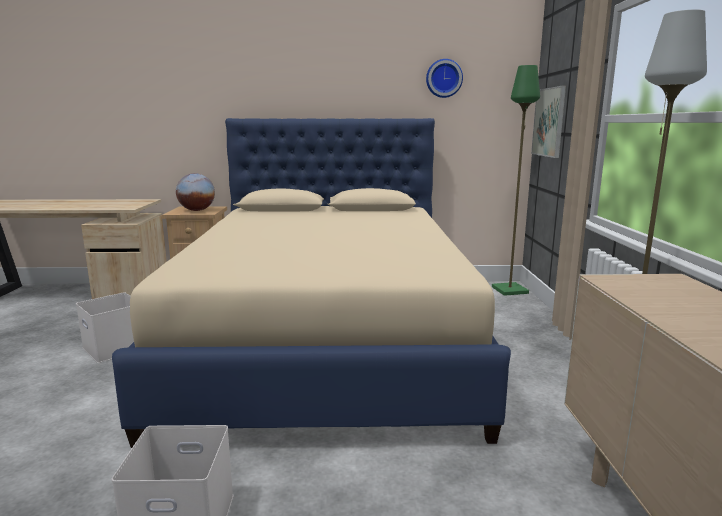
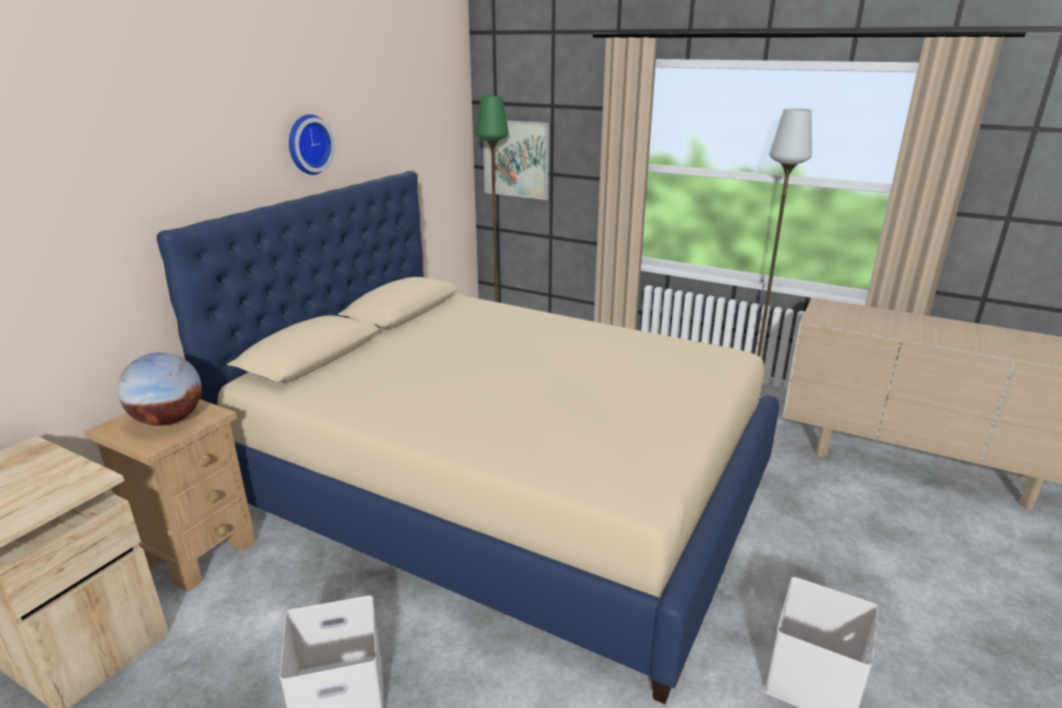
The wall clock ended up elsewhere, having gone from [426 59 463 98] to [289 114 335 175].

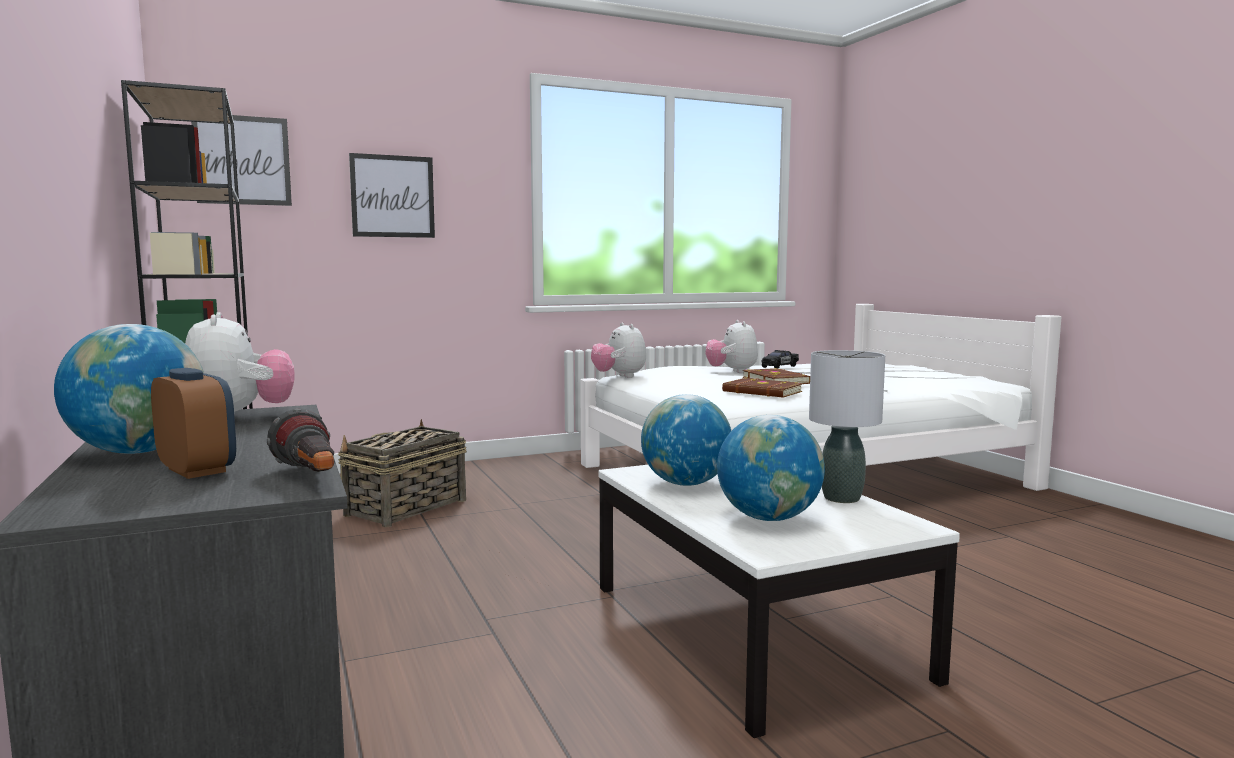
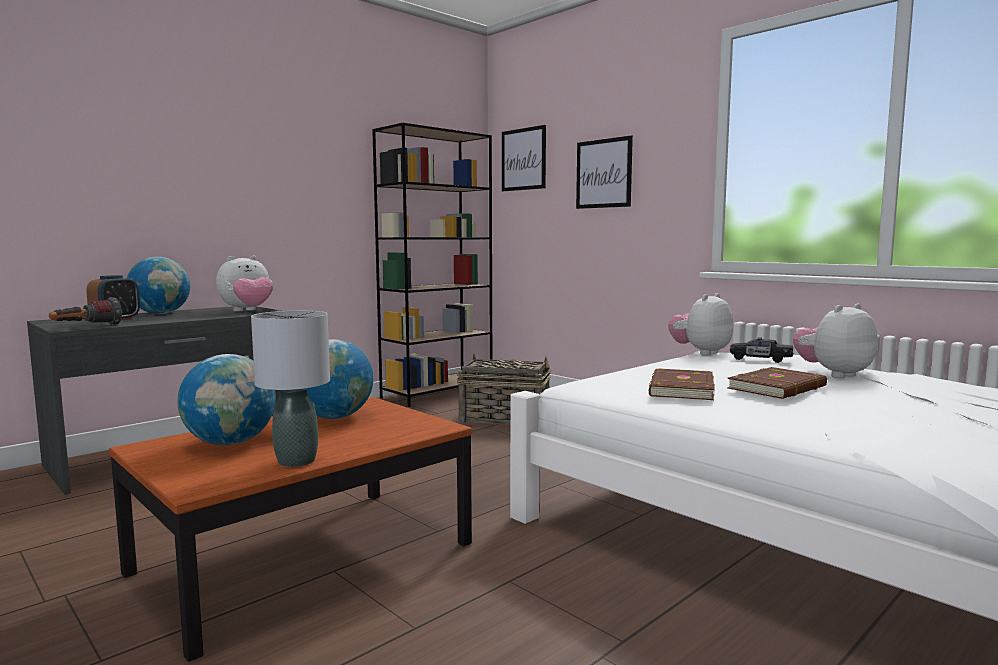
What was the lounge table in white at [598 465 960 738] turned into the lounge table in brown at [109 397 472 662].
The miniature car in black-coloured ended up elsewhere, having gone from [762 350 799 369] to [730 337 793 363].

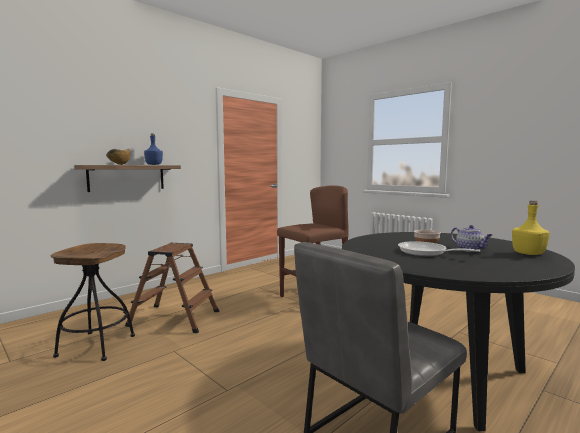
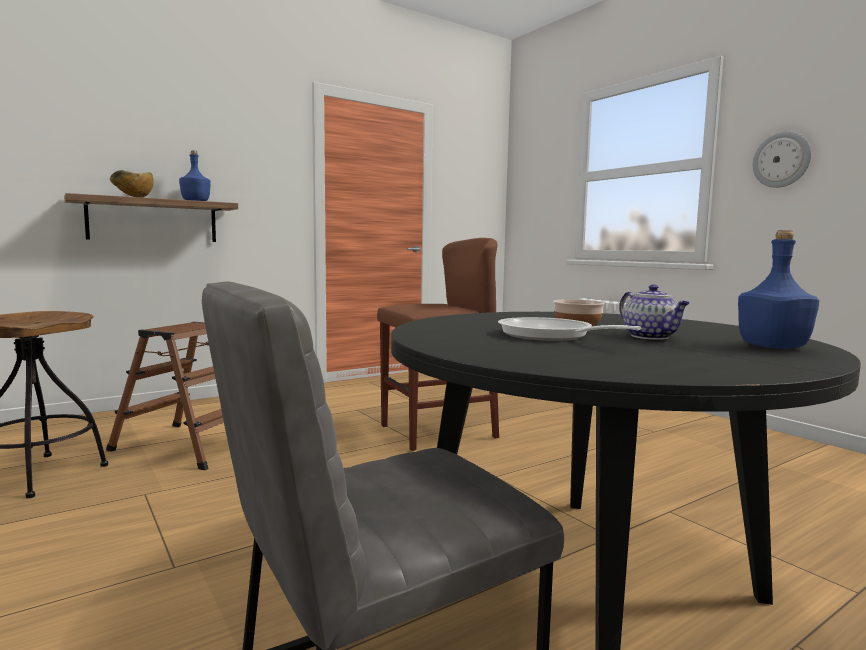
What was the bottle in yellowish at [512 201 550 255] turned into the bottle in bluish at [738 230 819 349].
The second view gained the wall clock at [753 131 811 188].

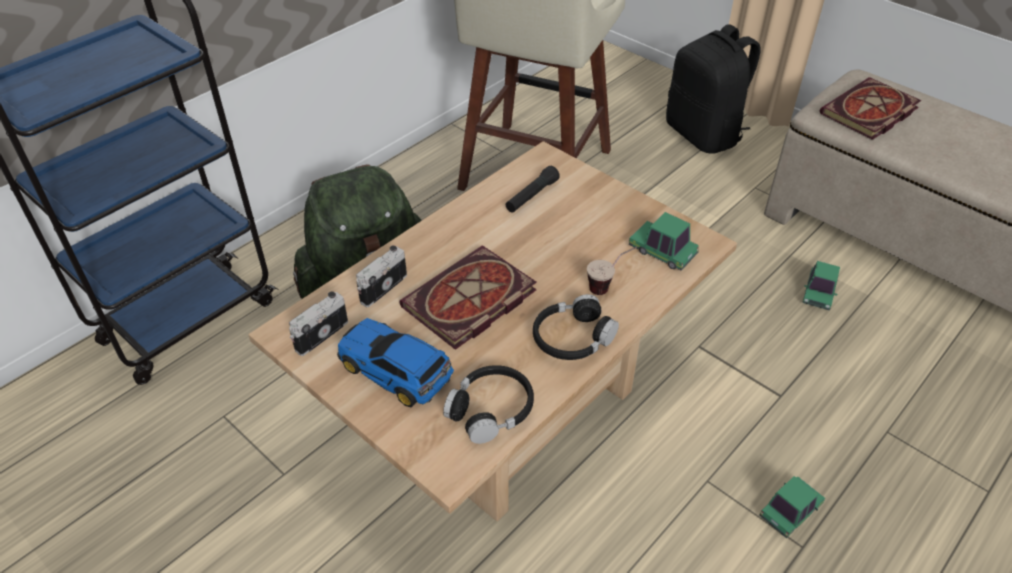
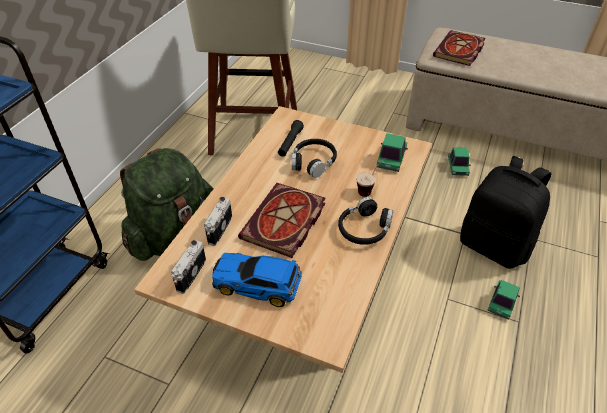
The headset in black-coloured ended up elsewhere, having gone from [443 365 534 444] to [292 139 337 178].
The miniature car at [629 212 699 271] ended up facing another way, 90 degrees clockwise from before.
The rucksack in black-coloured ended up elsewhere, having gone from [666 24 760 154] to [460 156 552 269].

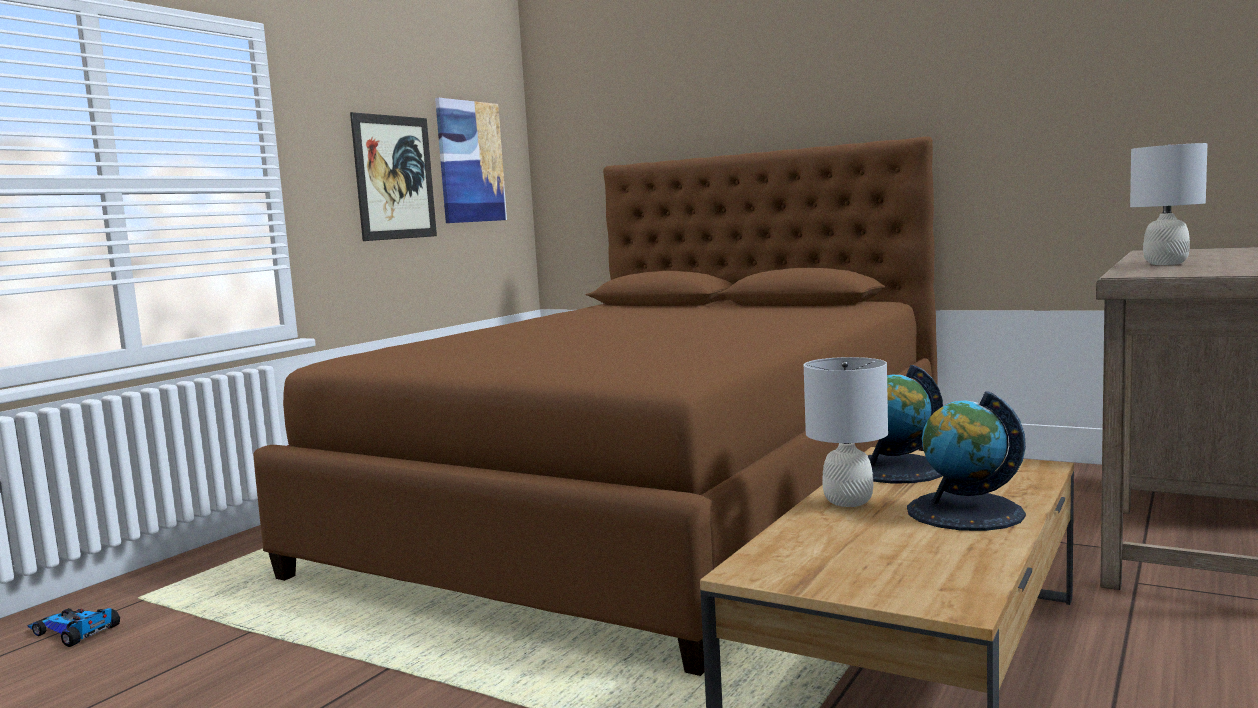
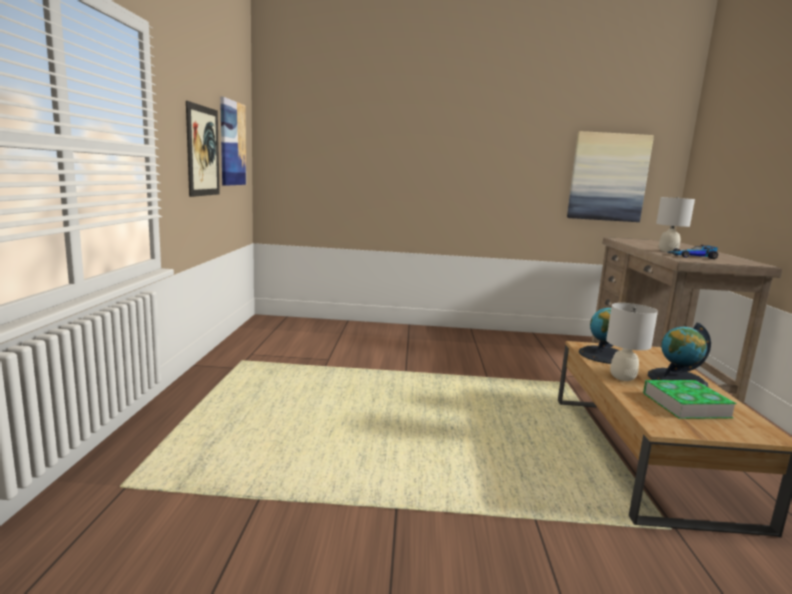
The miniature car ended up elsewhere, having gone from [28 608 120 647] to [667 245 718 259].
The second view lost the sleeping bed in brown at [253 136 937 676].
The second view gained the picture at [567 131 654 222].
The second view gained the book at [643 380 737 419].

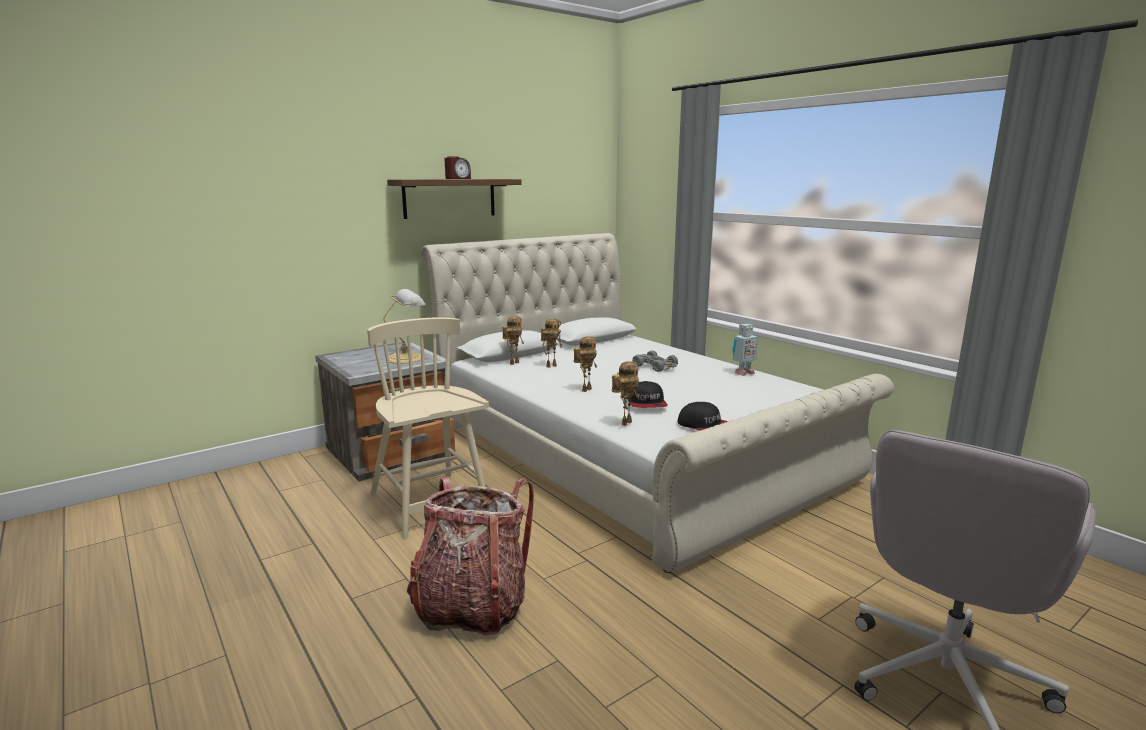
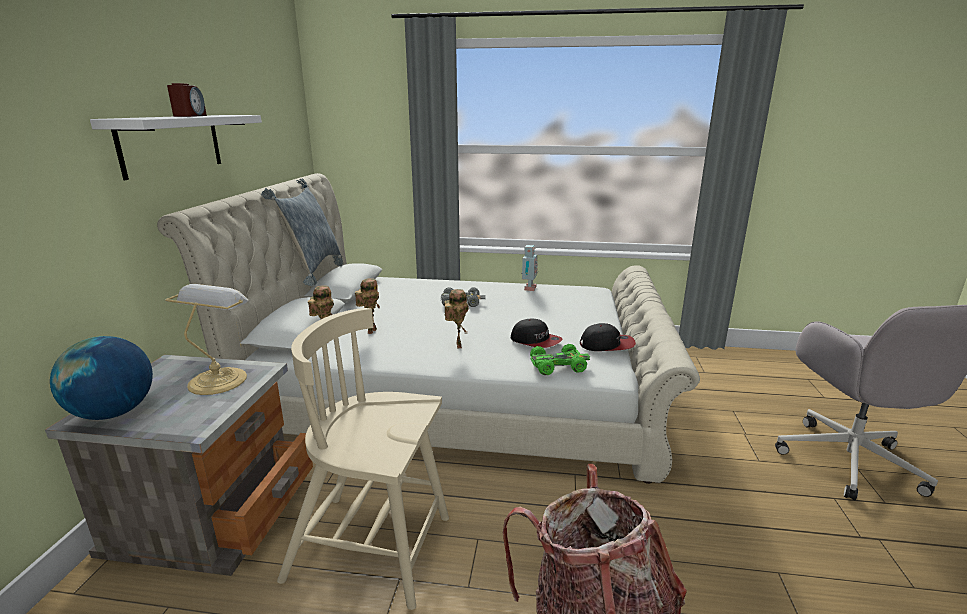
What was the bracket shelf in brown at [387 179 522 219] turned into the bracket shelf in white at [90 115 262 180].
Where the robot figure stood at [612 361 639 426], the miniature car in green-coloured came to stand at [530 344 590 375].
The second view gained the globe at [50 336 153 420].
The second view gained the throw pillow at [261 178 343 286].

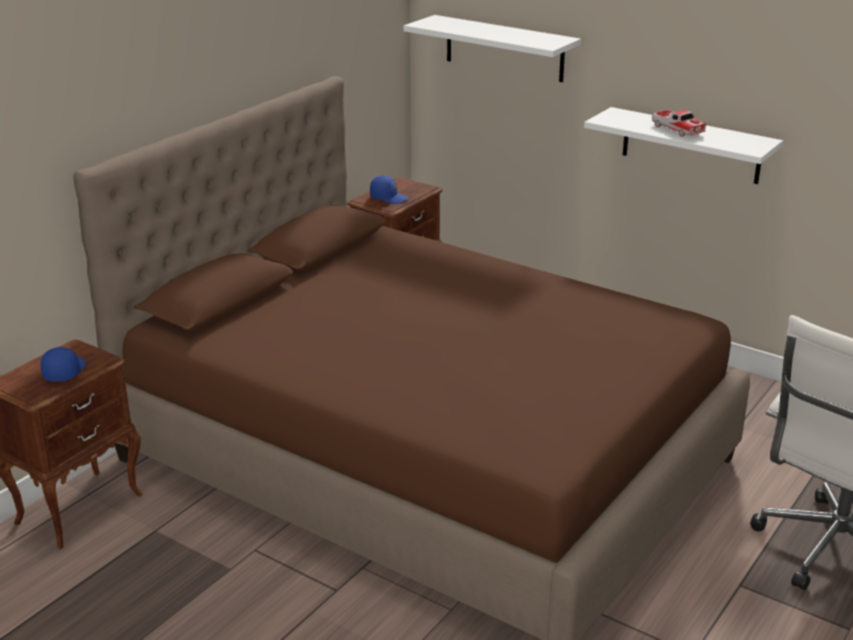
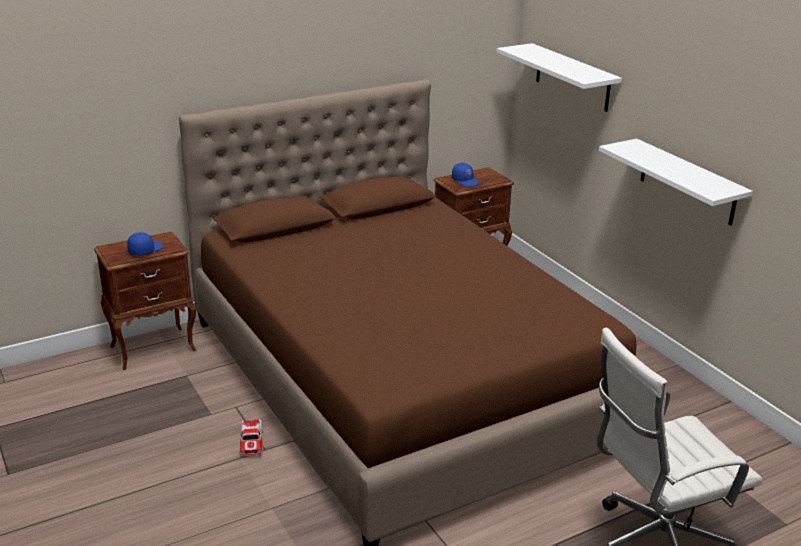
The miniature car ended up elsewhere, having gone from [652 110 706 137] to [239 419 263 456].

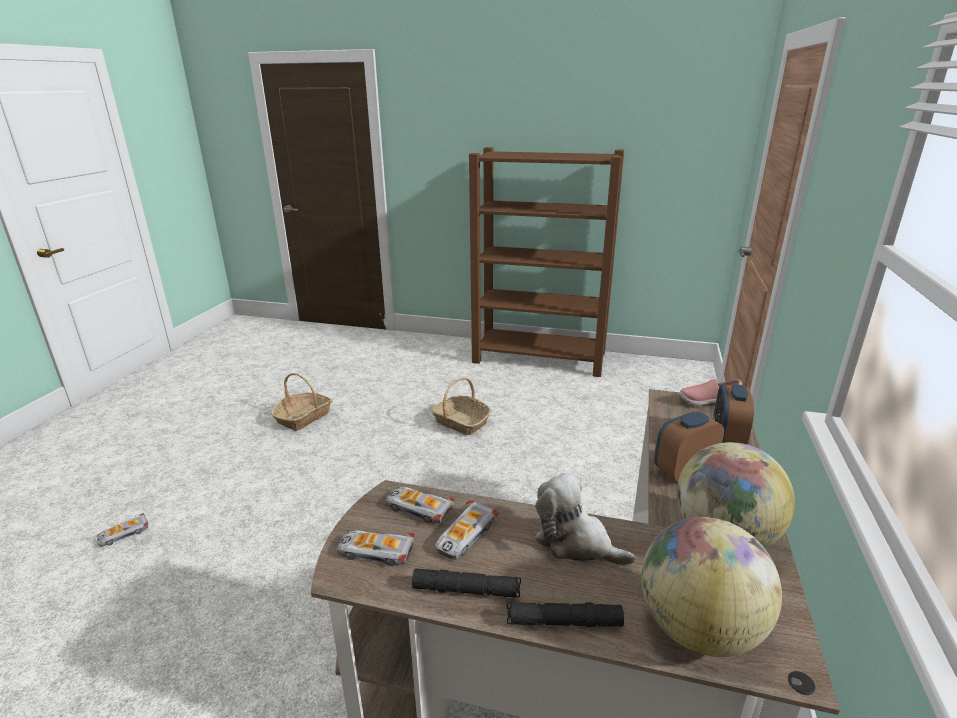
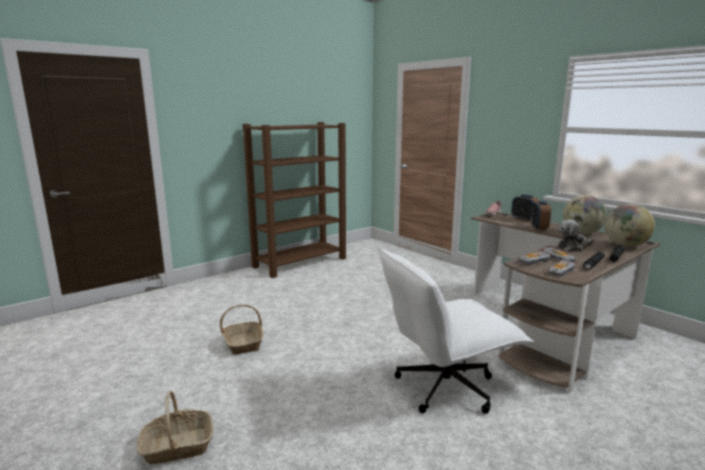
The second view lost the miniature car at [97 513 148 547].
The storage basket ended up elsewhere, having gone from [432 377 491 435] to [137 391 213 465].
The second view gained the desk chair in white at [378 248 534 414].

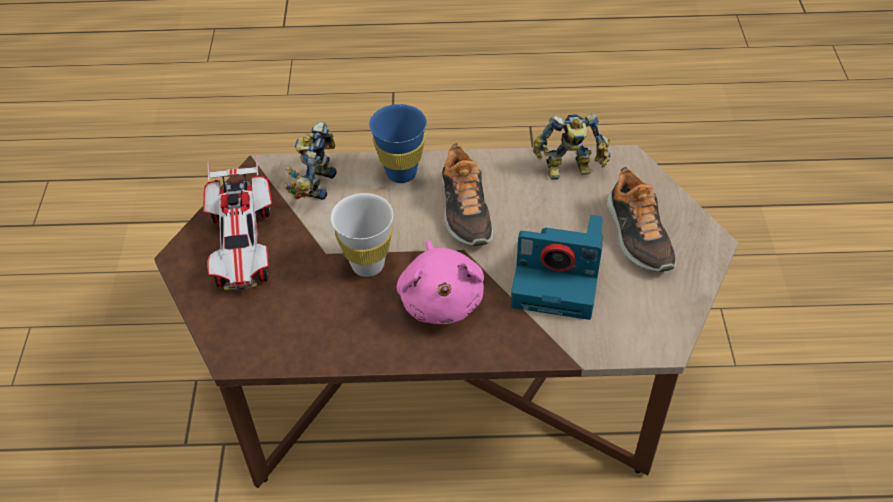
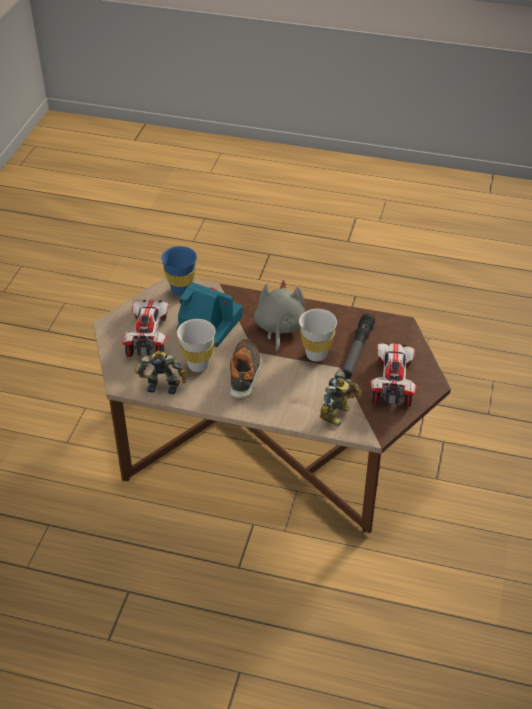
The cup in bluish ended up elsewhere, having gone from [369 104 427 183] to [161 246 197 296].
What was the soft toy in pink at [397 240 484 324] turned into the soft toy in greyish at [254 280 305 353].
Where the item of footwear stood at [607 167 676 272], the miniature car came to stand at [122 299 169 357].
The second view gained the cup in white at [177 319 216 372].
The second view gained the flashlight at [342 314 375 379].

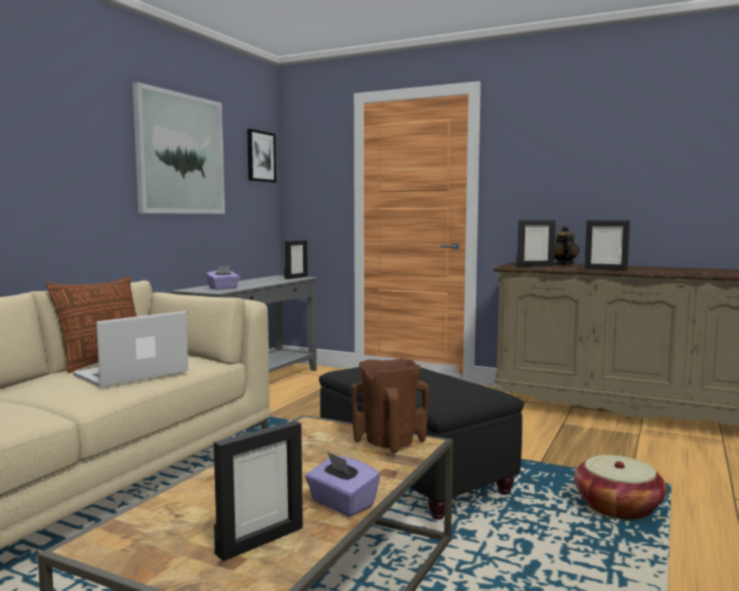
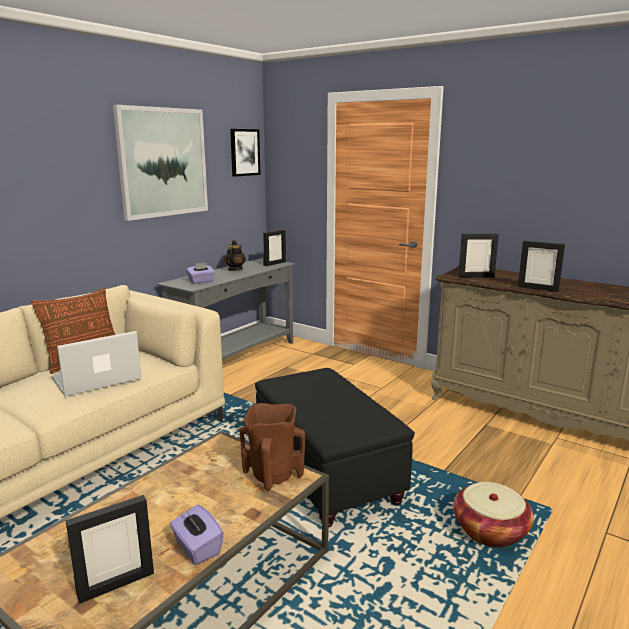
The tea pot ended up elsewhere, having gone from [554 226 580 265] to [224 240 246 271].

